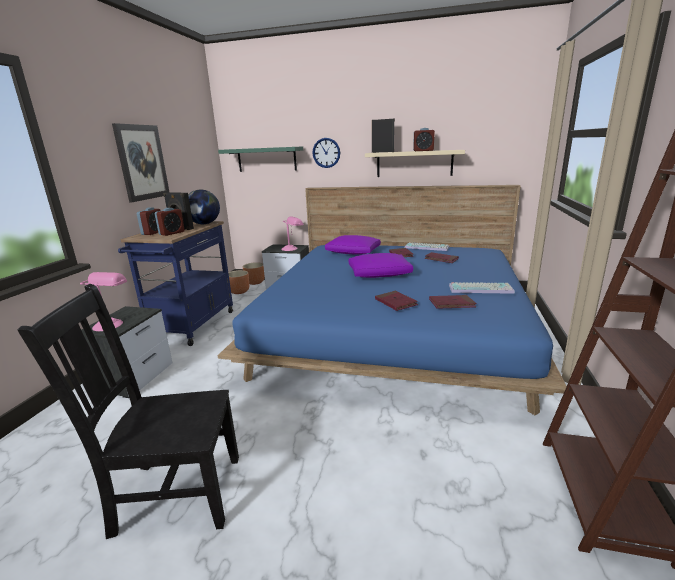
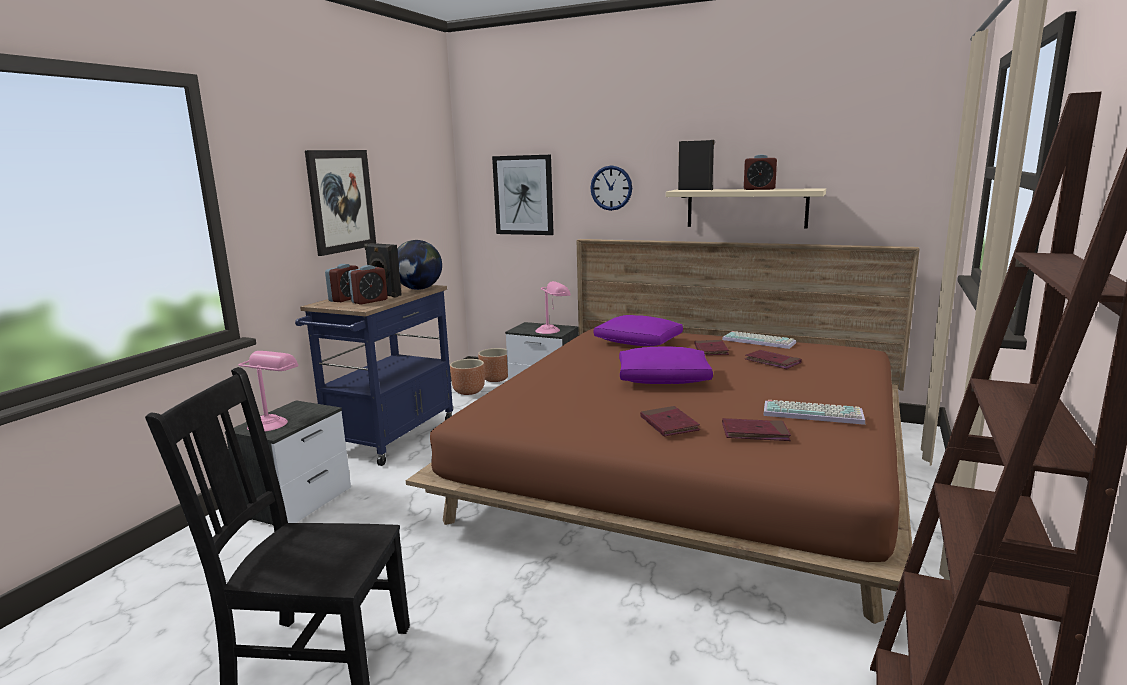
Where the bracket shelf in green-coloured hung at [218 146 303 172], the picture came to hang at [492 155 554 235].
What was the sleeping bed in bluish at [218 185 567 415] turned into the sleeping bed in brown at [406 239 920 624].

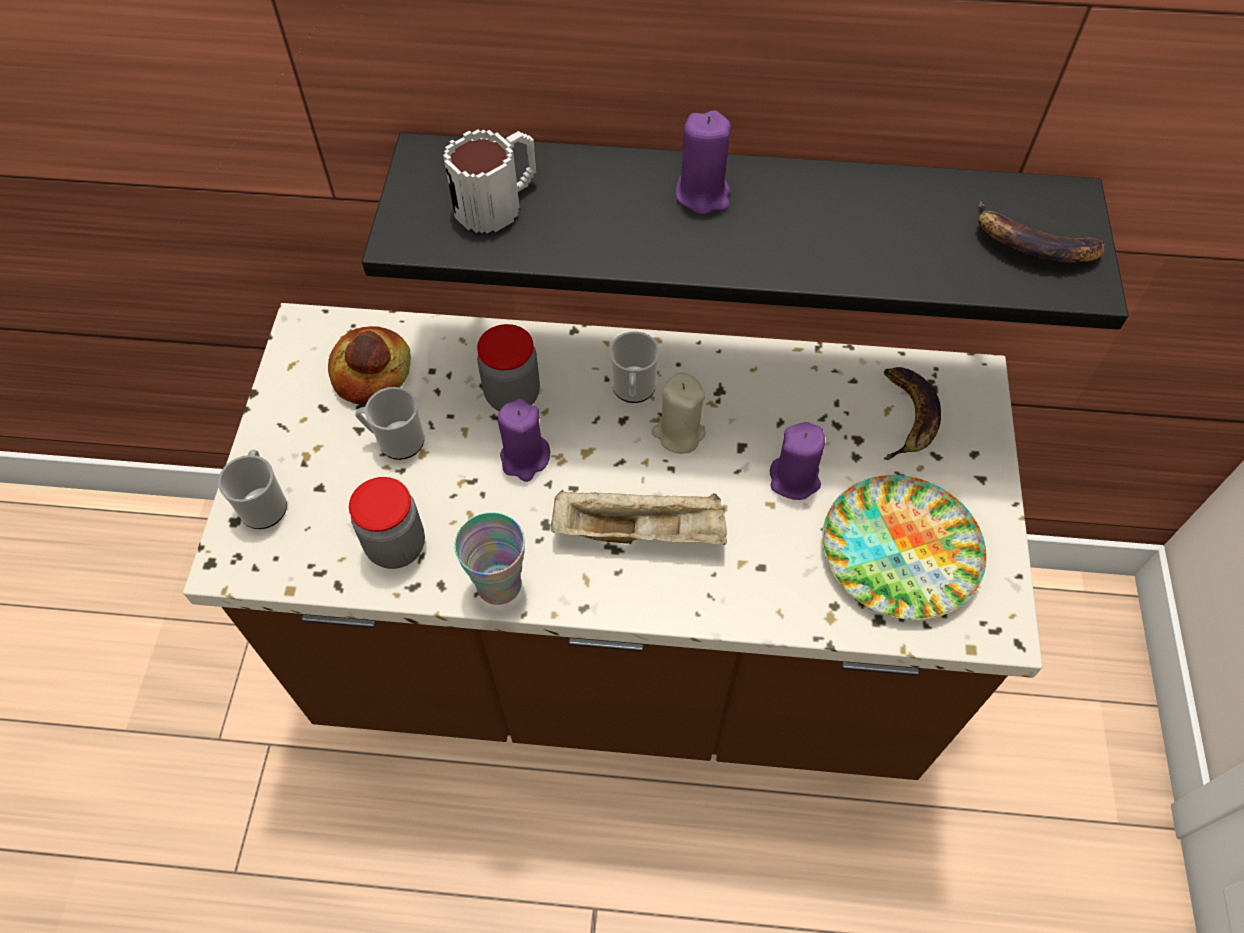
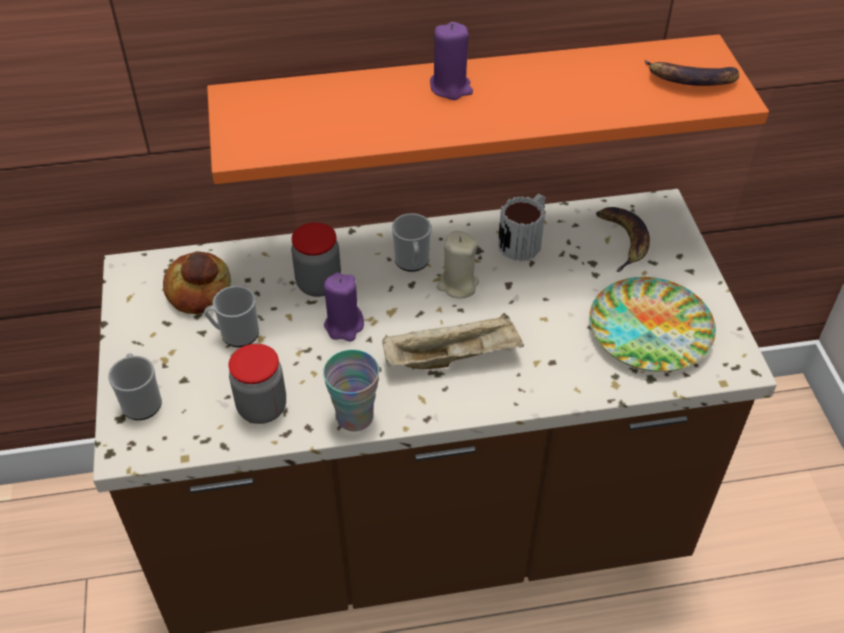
What was the bracket shelf in black-coloured at [362 133 1129 330] turned into the bracket shelf in orange-coloured at [207 34 769 184].
The tea mug ended up elsewhere, having gone from [443 129 537 234] to [498 194 546 261].
The second view lost the wax candle in purple at [770 422 825 500].

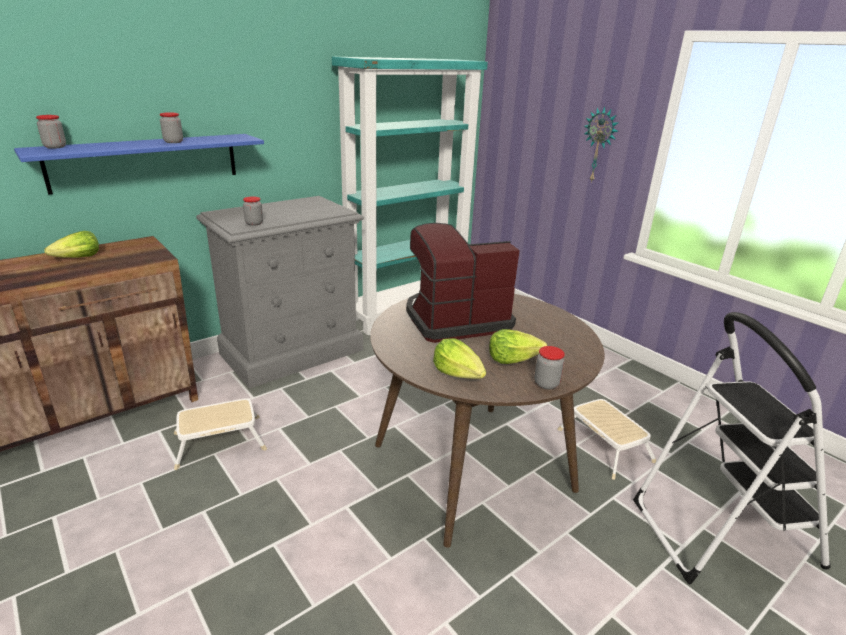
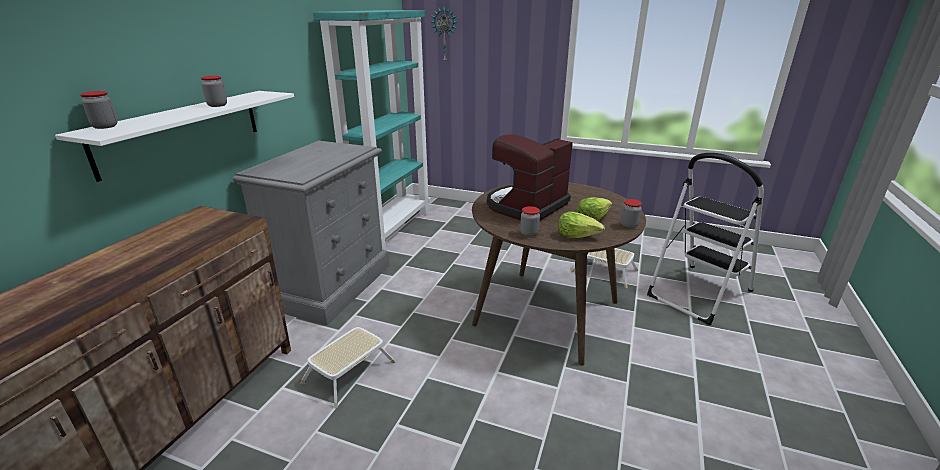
What was the bracket shelf in bluish at [14 134 264 195] turned into the bracket shelf in white at [55 91 294 182].
The second view lost the lettuce at [44 231 99 258].
The jar ended up elsewhere, having gone from [243 196 263 226] to [520 206 540 237].
The wall clock ended up elsewhere, having gone from [584 106 619 183] to [432 7 458 62].

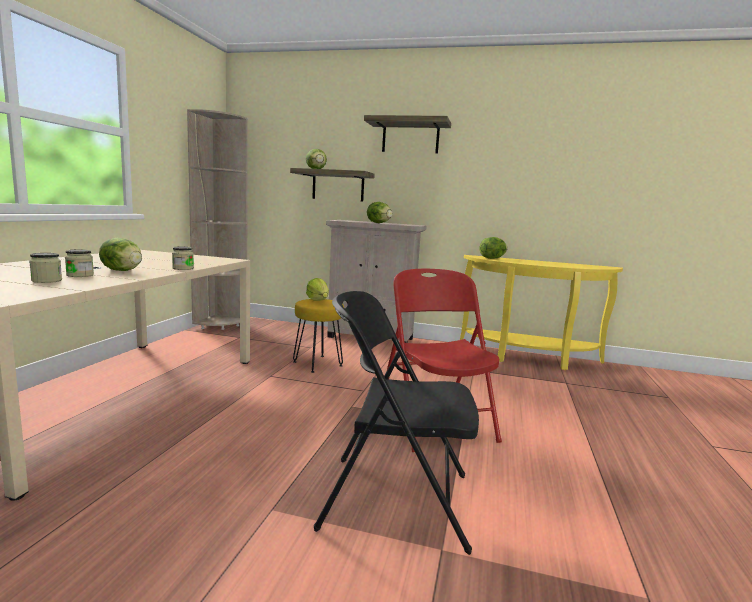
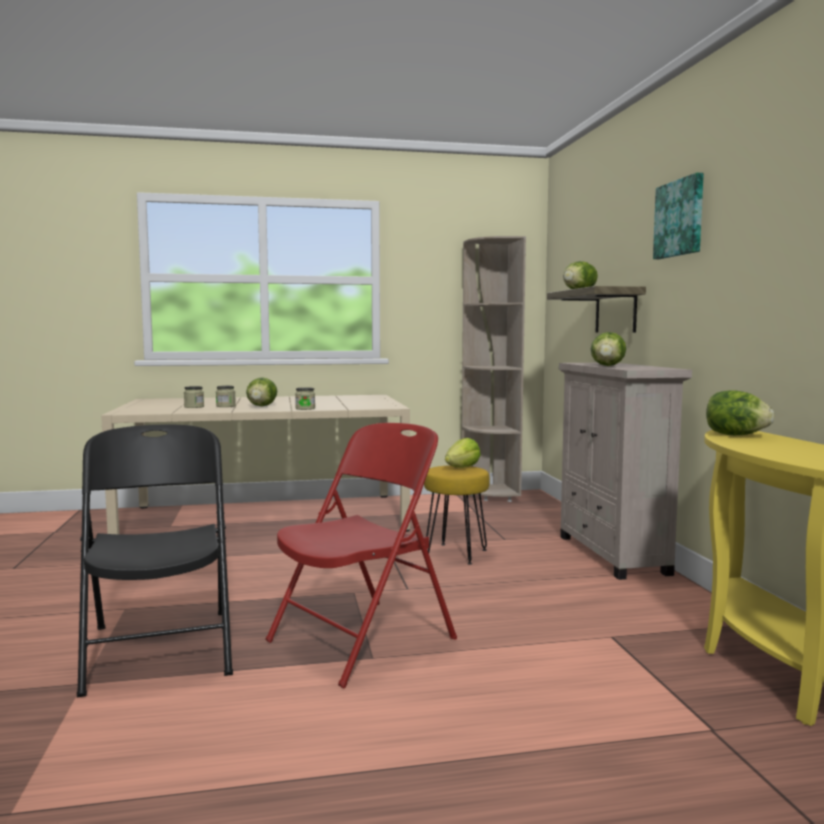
Where the bracket shelf hung at [364 115 451 153], the picture came to hang at [653 173 704 259].

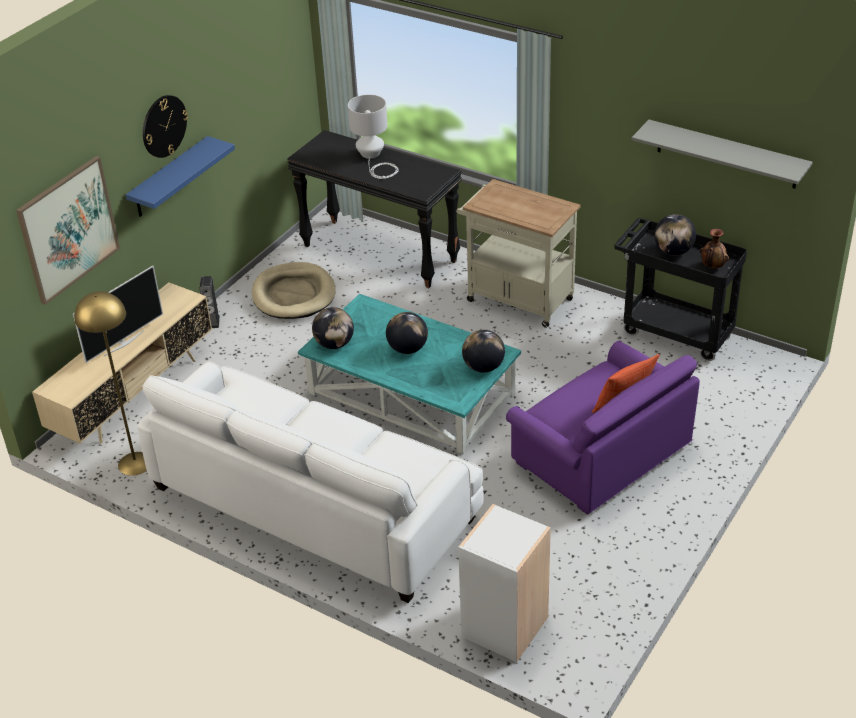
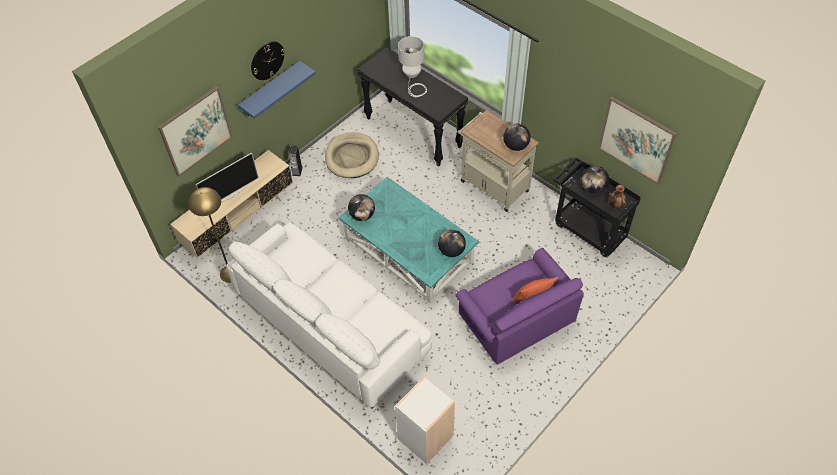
The globe ended up elsewhere, having gone from [386 312 428 354] to [503 124 531 151].
Where the bracket shelf in greyish hung at [631 120 813 189], the picture came to hang at [598 96 677 185].

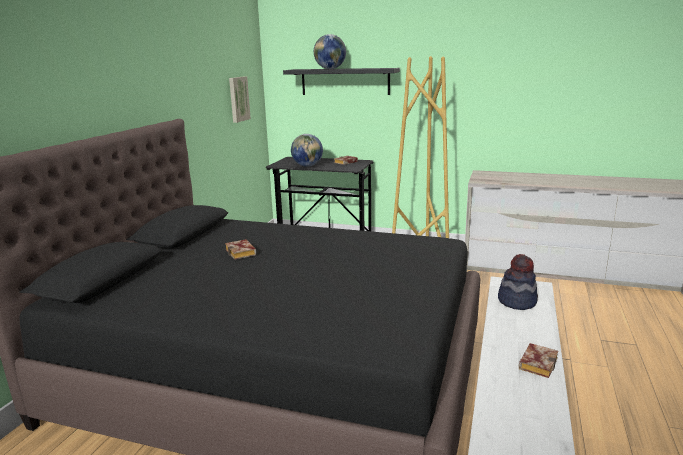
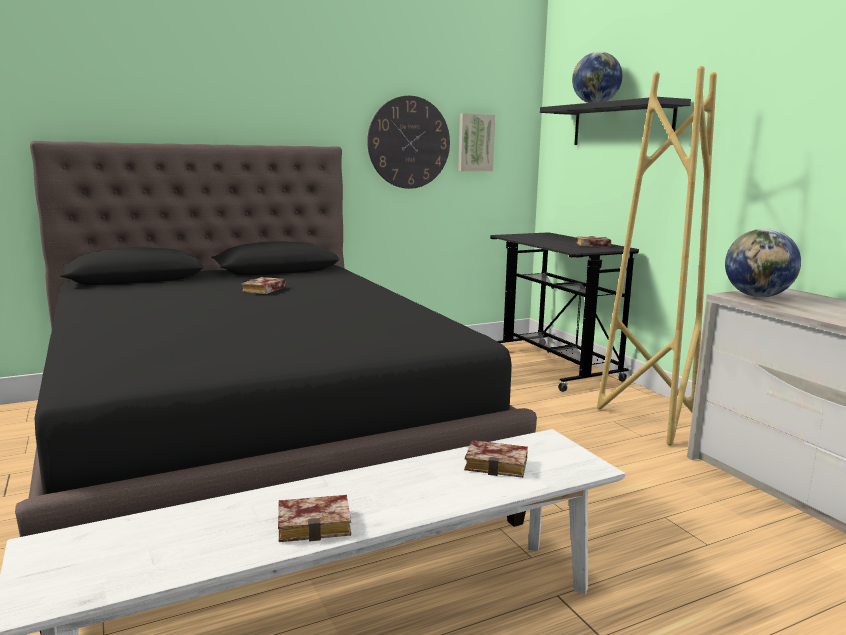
The globe ended up elsewhere, having gone from [291 134 323 167] to [725 228 801 297].
Where the clothing hat stood at [498 254 538 310], the book came to stand at [464 440 528 478].
The second view gained the wall clock at [367 96 450 189].

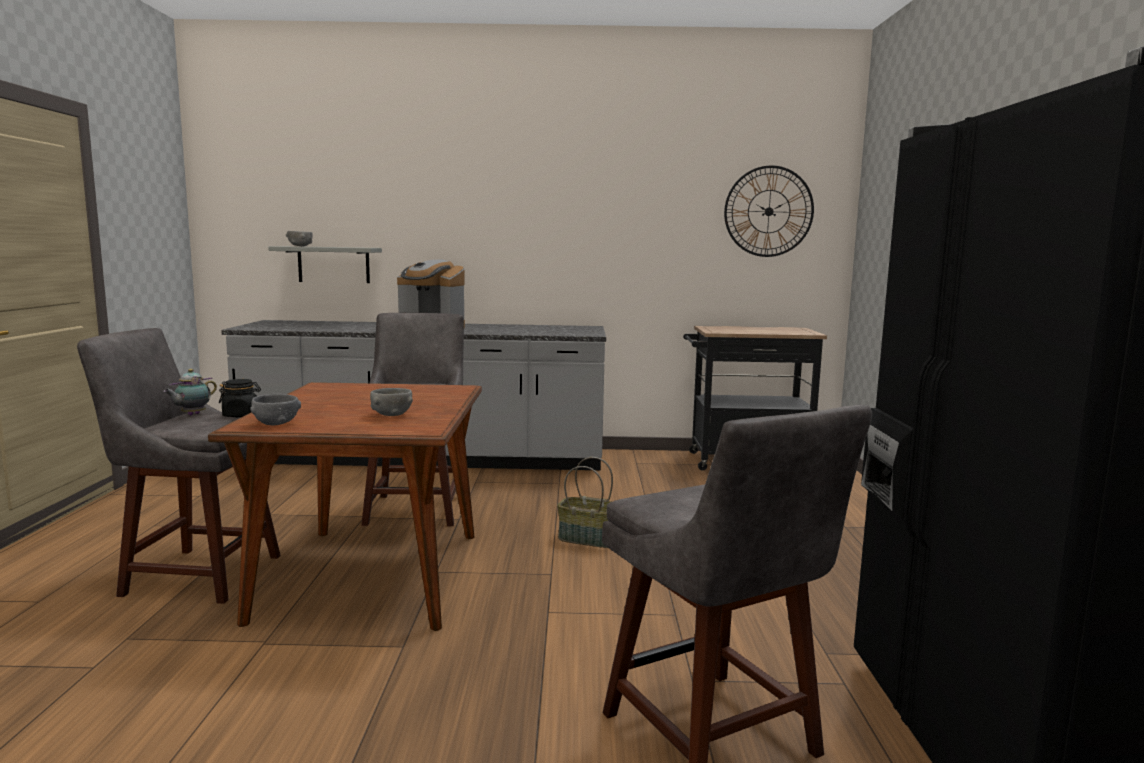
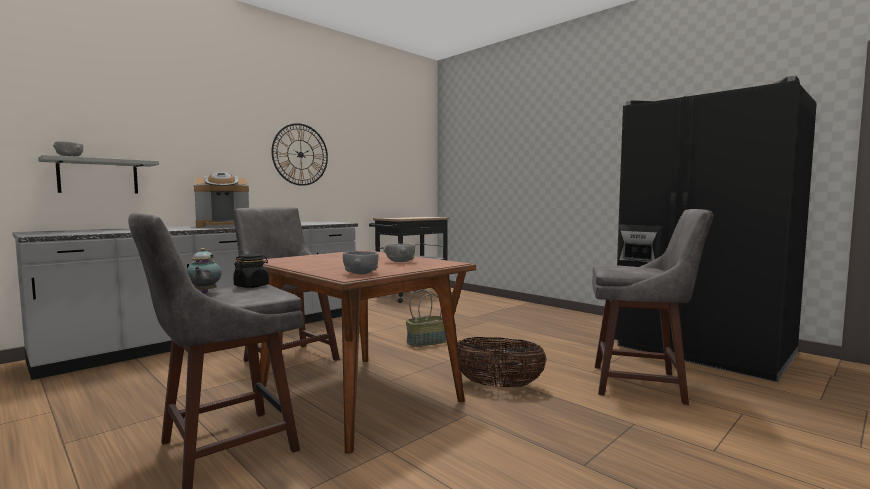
The wall clock ended up elsewhere, having gone from [724 165 814 257] to [272 123 328 186].
The second view gained the storage basket at [458 337 547 388].

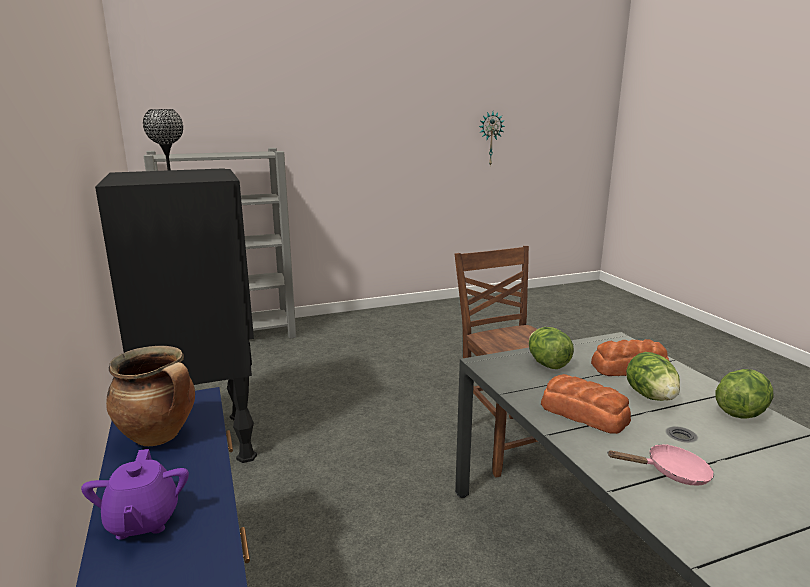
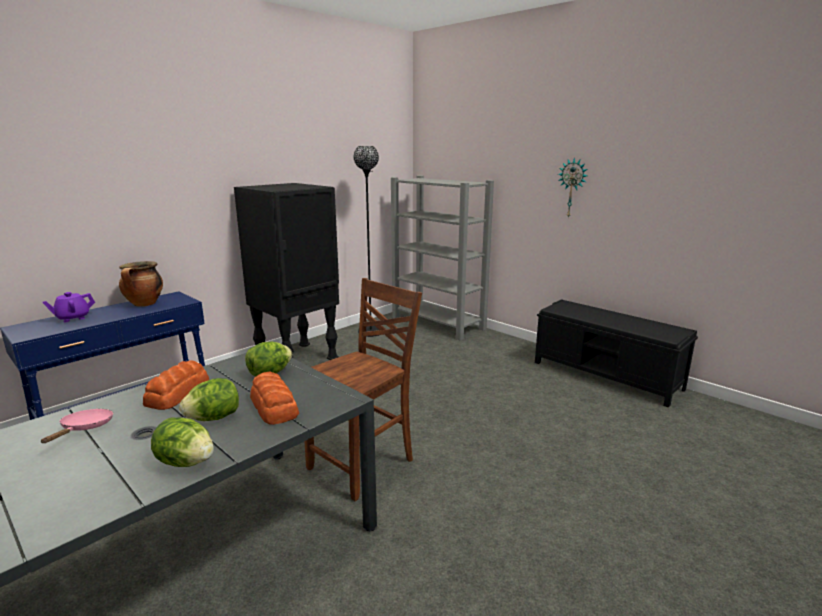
The wall clock ended up elsewhere, having gone from [479 112 505 166] to [558 158 588 218].
The skillet in pink at [608 444 714 485] ended up facing another way, 150 degrees counterclockwise from before.
The second view gained the indoor bench in black-coloured at [535 299 698 408].

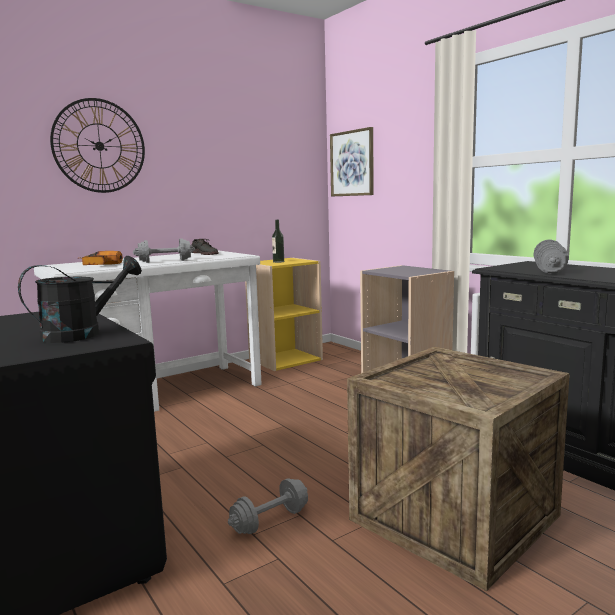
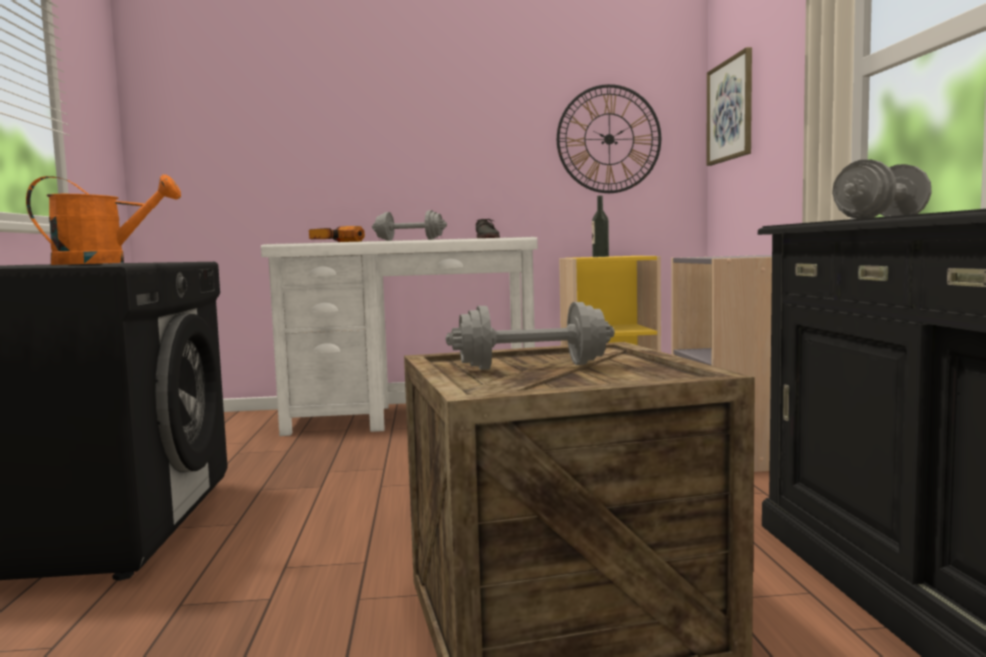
What was the watering can in black-coloured at [18 256 142 343] turned into the watering can in orange-coloured at [26 174 181 265].
The wall clock ended up elsewhere, having gone from [50 98 145 193] to [557 84 661 193].
The dumbbell in greyish ended up elsewhere, having gone from [228 478 308 534] to [445 302 615 370].

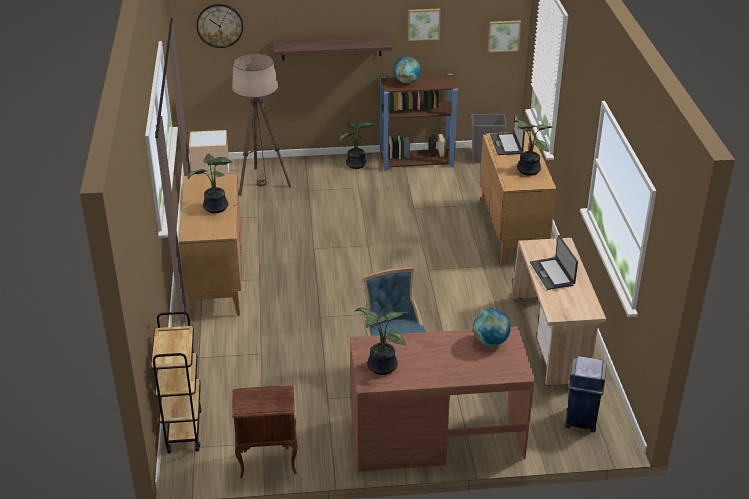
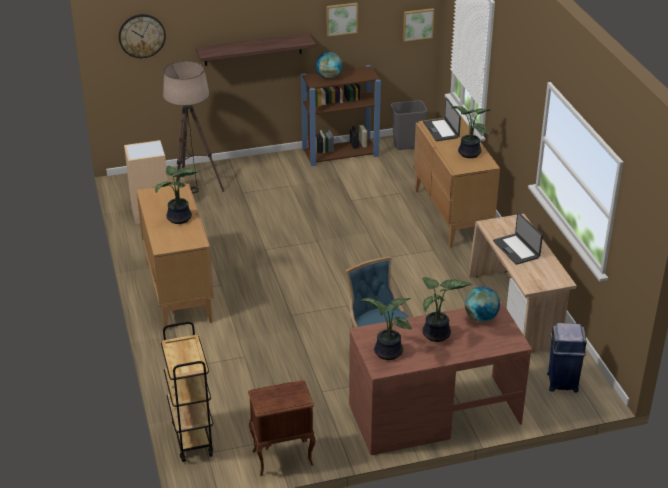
The potted plant ended up elsewhere, having gone from [340 121 376 169] to [422 277 473 342].

